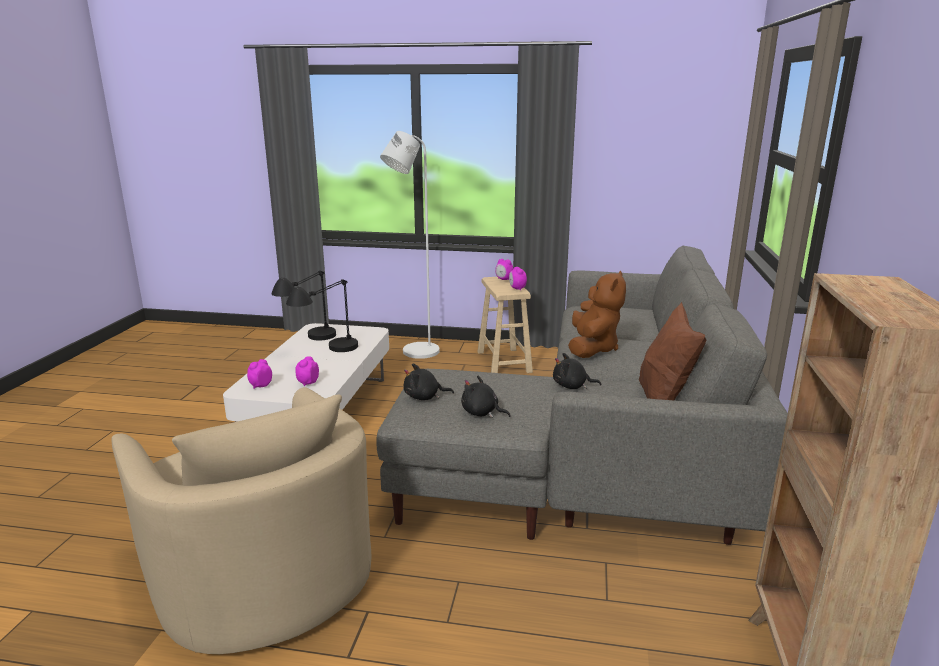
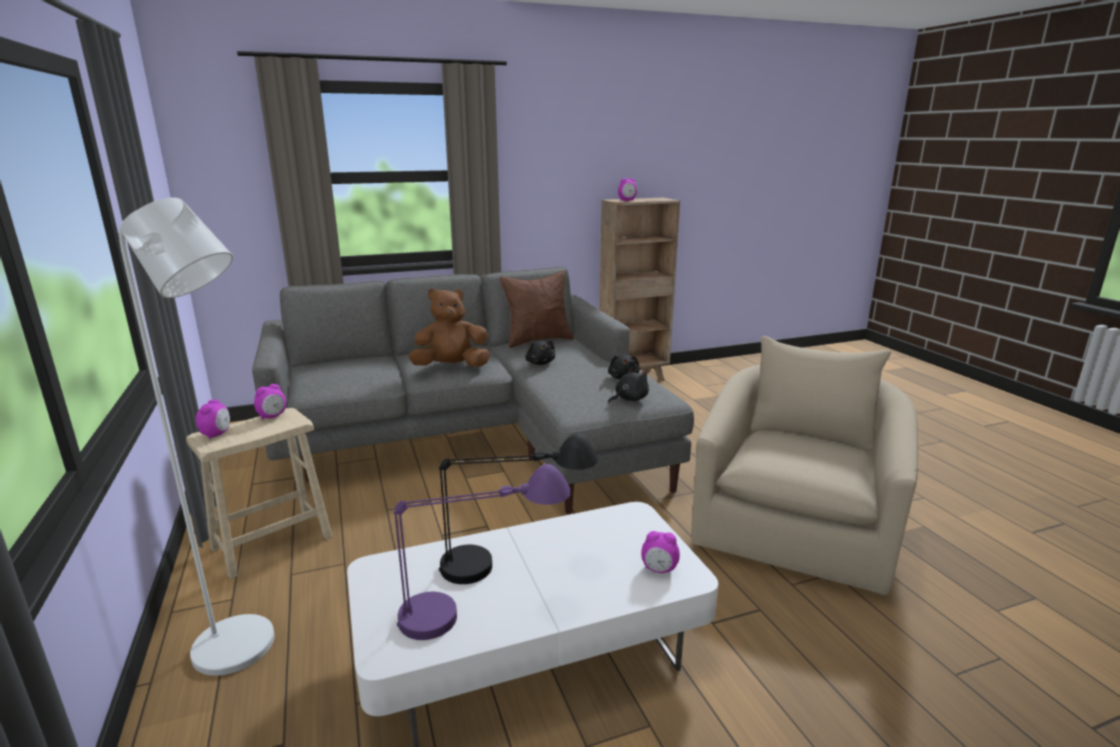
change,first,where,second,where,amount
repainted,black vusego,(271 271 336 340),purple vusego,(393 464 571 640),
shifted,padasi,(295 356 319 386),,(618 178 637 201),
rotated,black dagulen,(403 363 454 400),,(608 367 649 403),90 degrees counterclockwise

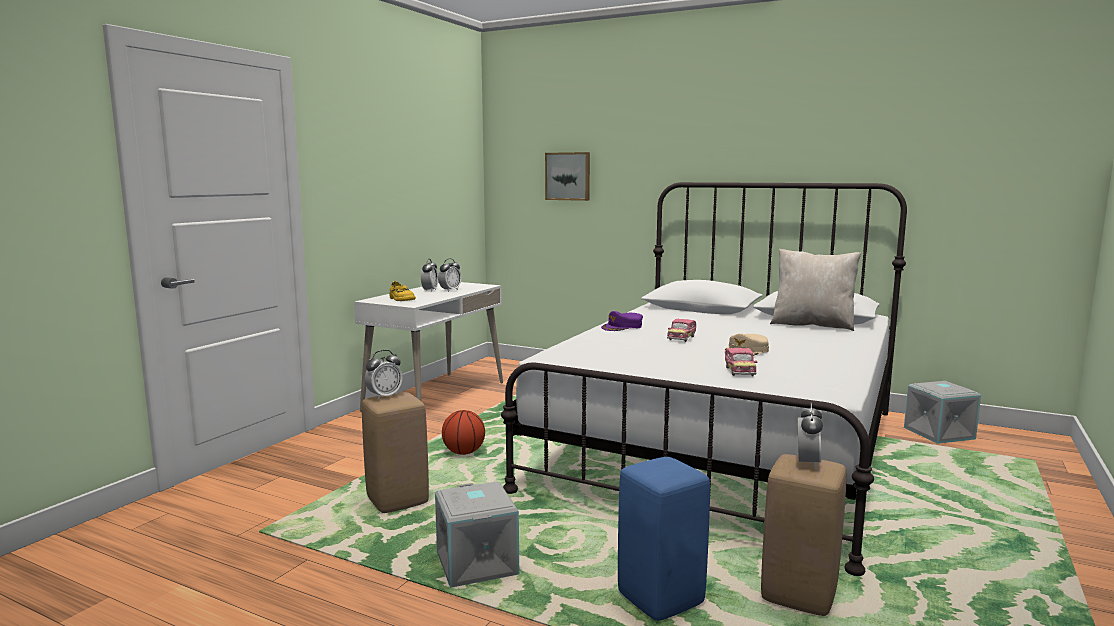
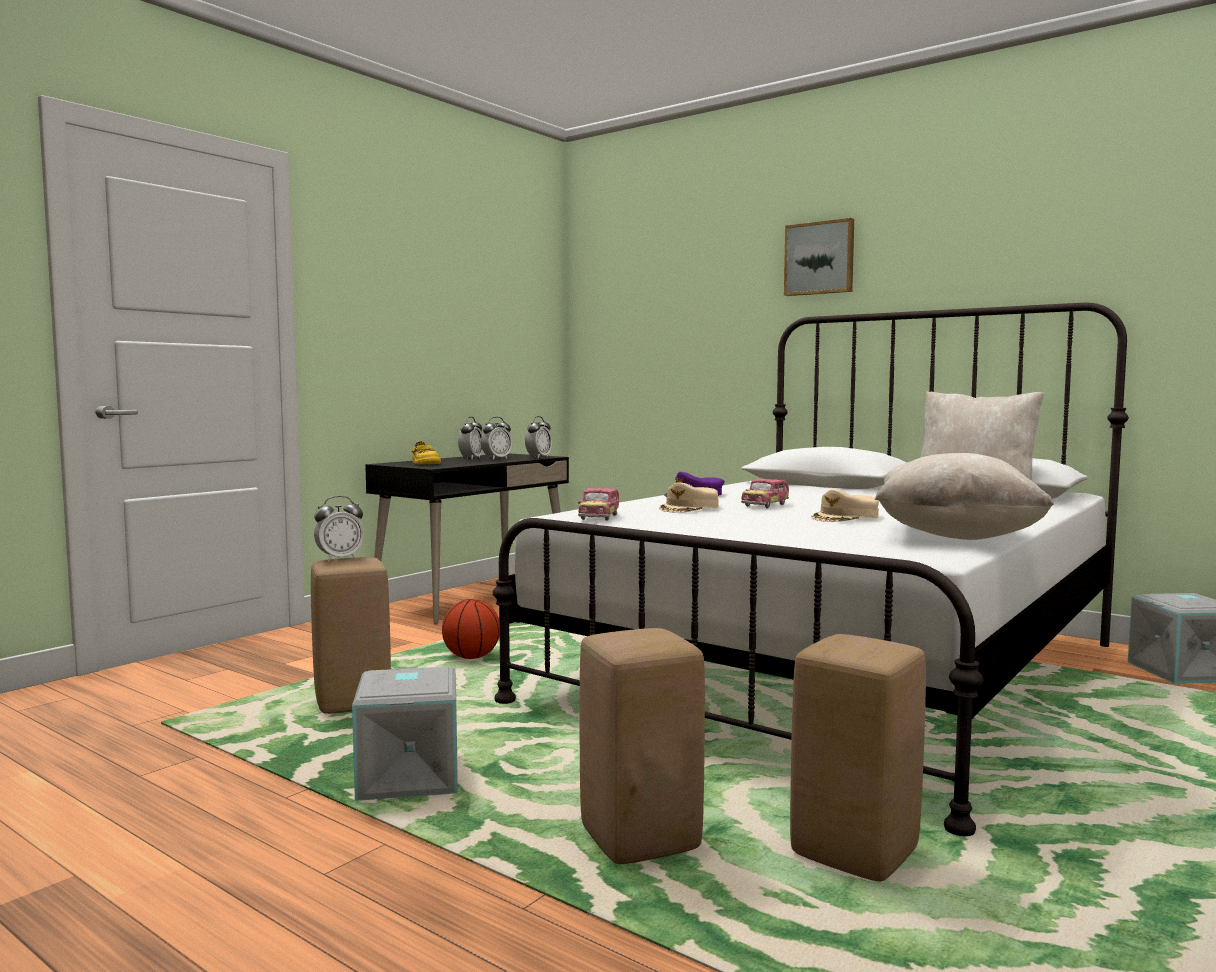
change,first,where,second,where,amount
shifted,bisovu,(545 152 590 201),,(784 218 854 296),
repainted,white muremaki,(354 282 503 412),black muremaki,(365 453 569 625),
shifted,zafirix,(725 348 757 376),,(578 488 619 521),
shifted,padasi,(798 402 823 469),,(525 416 552 459),
repainted,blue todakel,(618 457 710 621),beige todakel,(580 628 705 864),
new,,,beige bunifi,(874 453 1054 540),
new,,,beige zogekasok,(659 482 719 512),

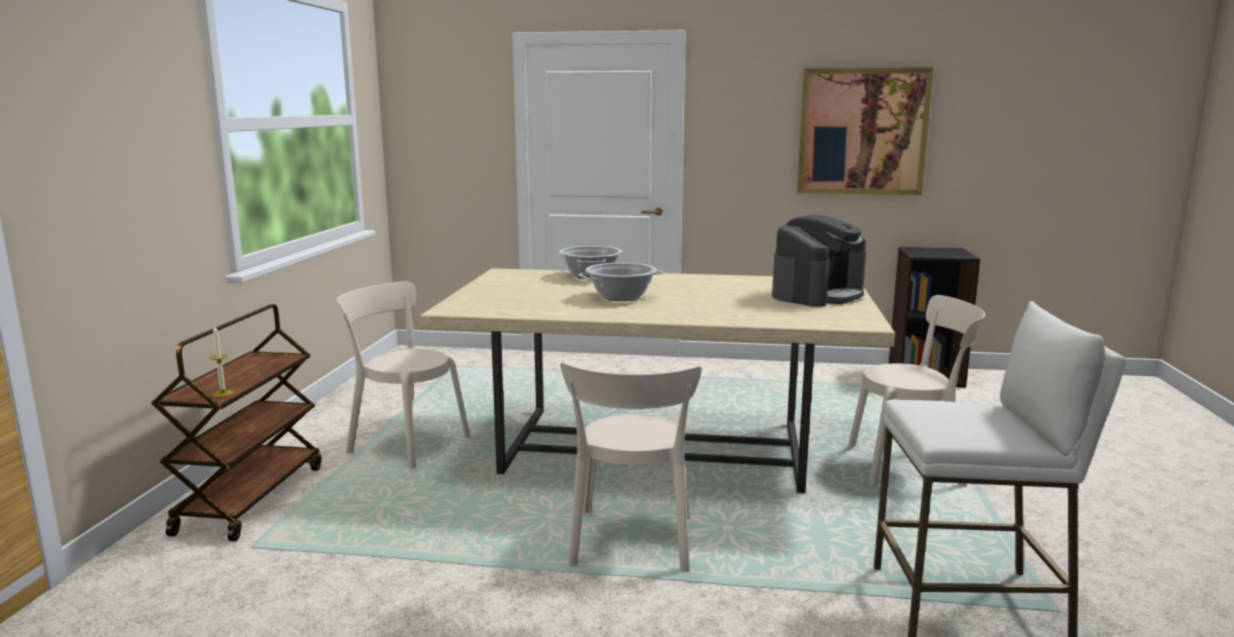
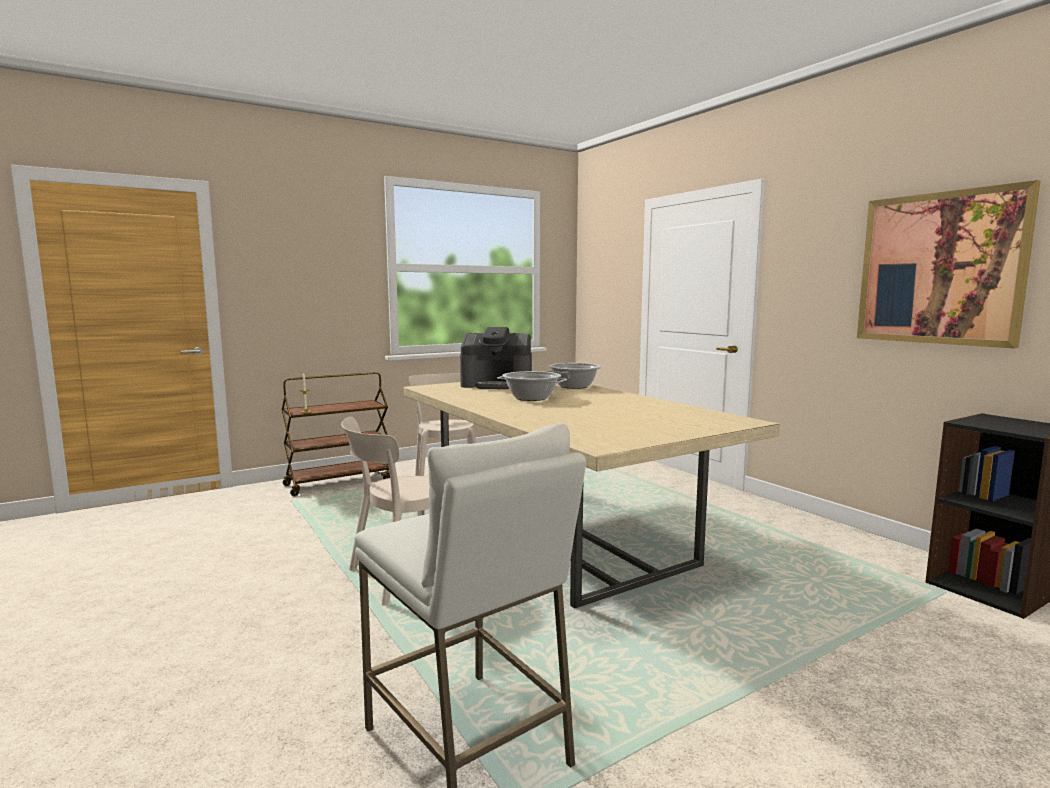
change,first,where,second,where,amount
shifted,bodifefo,(772 215 866 307),,(460 327 532 389),
gone,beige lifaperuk,(848 295 985 487),,,

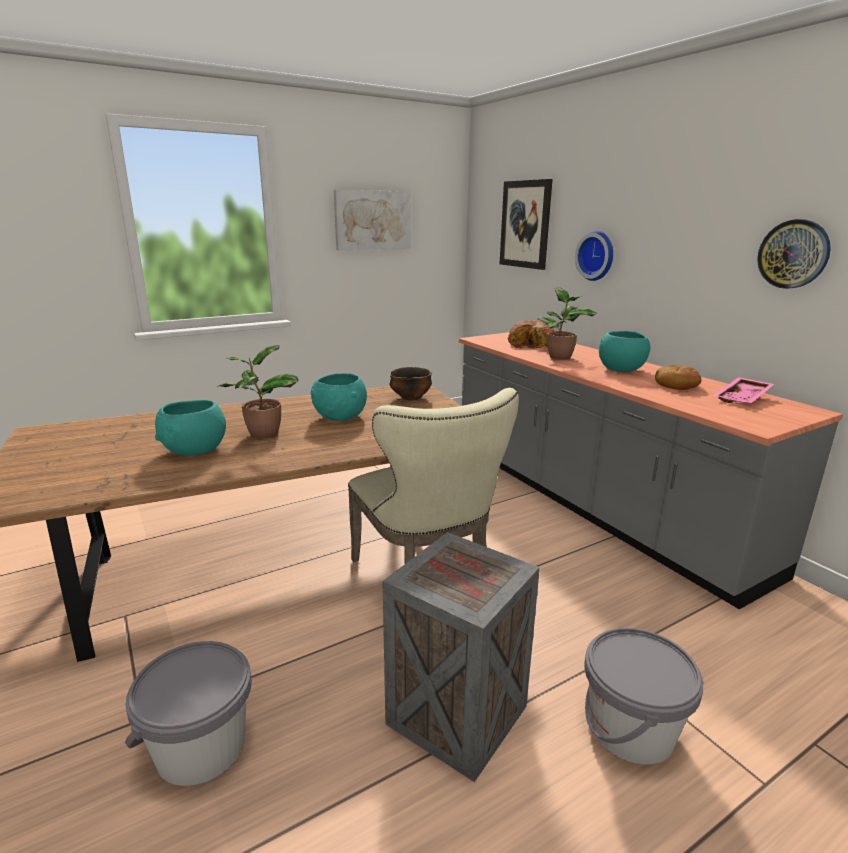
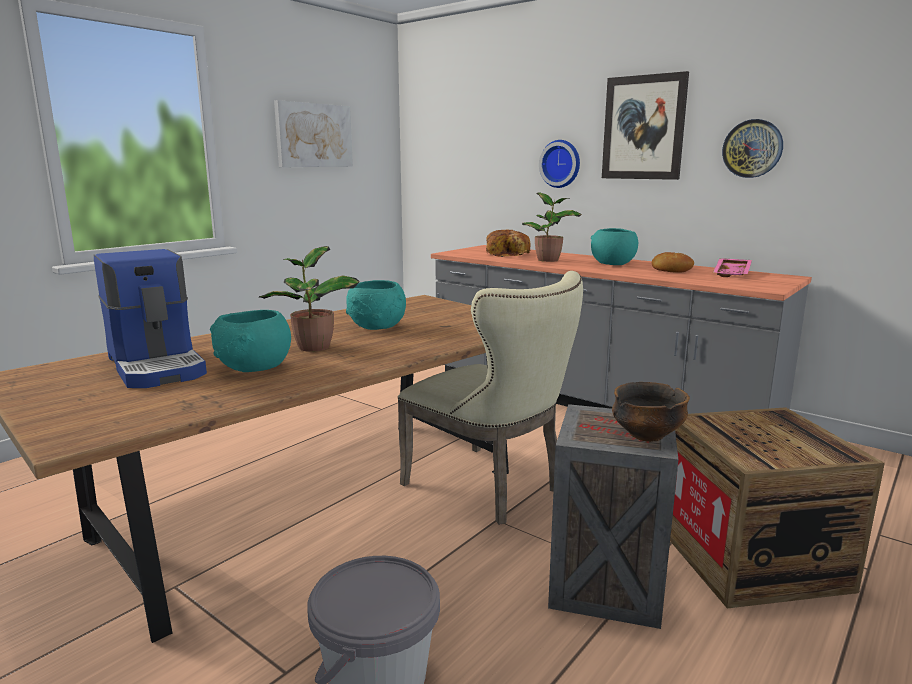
change,first,where,second,where,amount
shifted,bisovu,(499 179 553 270),,(602 71 689 180),
shifted,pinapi,(390 367 432 401),,(612 382 690 442),
swapped,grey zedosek,(584 628 704 765),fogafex,(670 407 885 608),
new,,,bodifefo,(94 249 207 388),

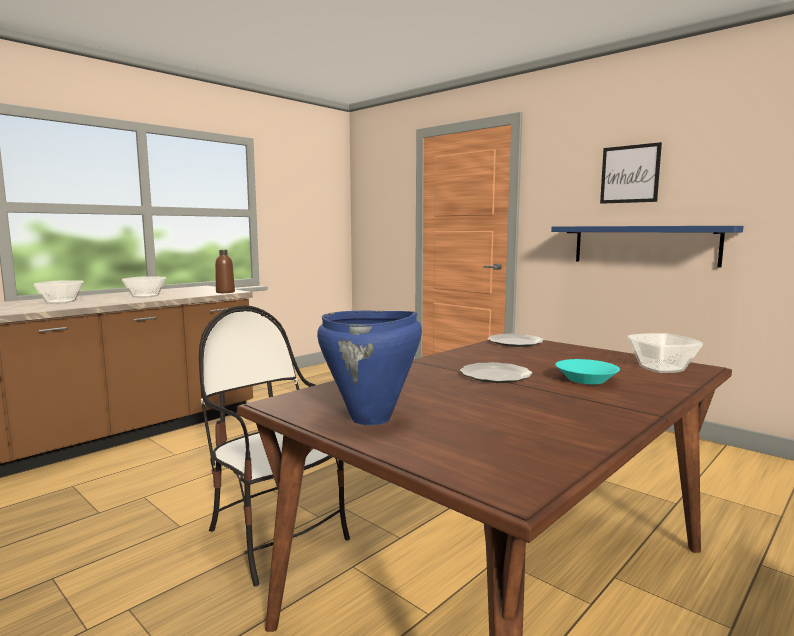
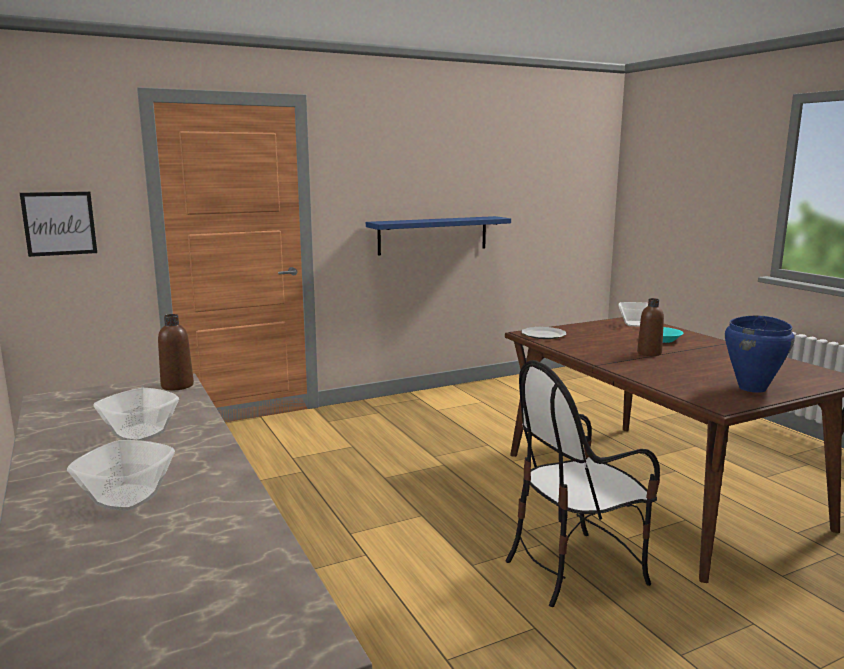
change,first,where,second,where,amount
shifted,bisovu,(600 142 662 204),,(20 192 97 257),
swapped,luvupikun,(460 362 532 383),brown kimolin,(637 298 664 356),

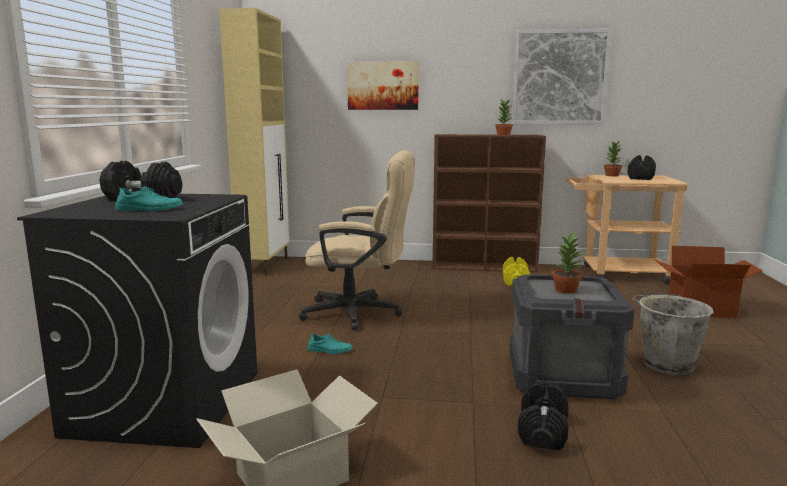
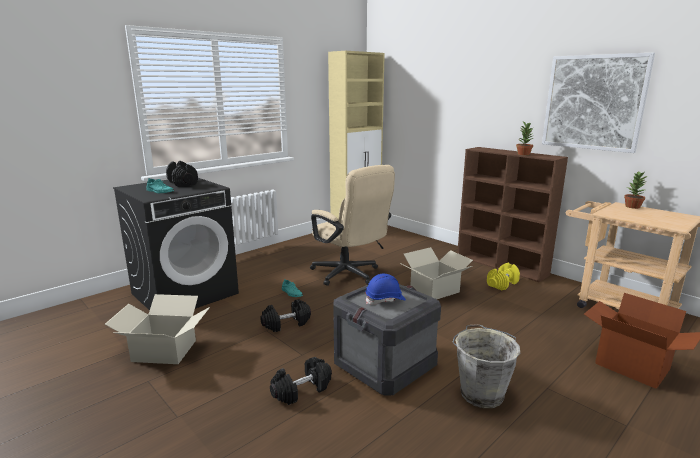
change,first,where,second,where,amount
gone,bisovu,(347 61 419 110),,,
shifted,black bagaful,(628 155 656 180),,(260 299 311 332),
swapped,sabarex,(552 232 584 294),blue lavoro,(365 274 406 305),
new,,,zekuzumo,(400 247 473 299),

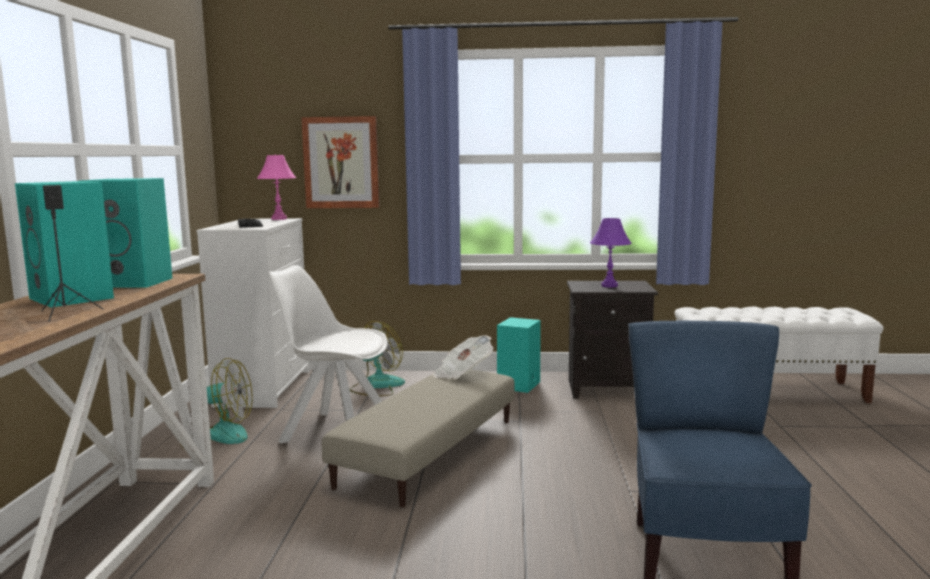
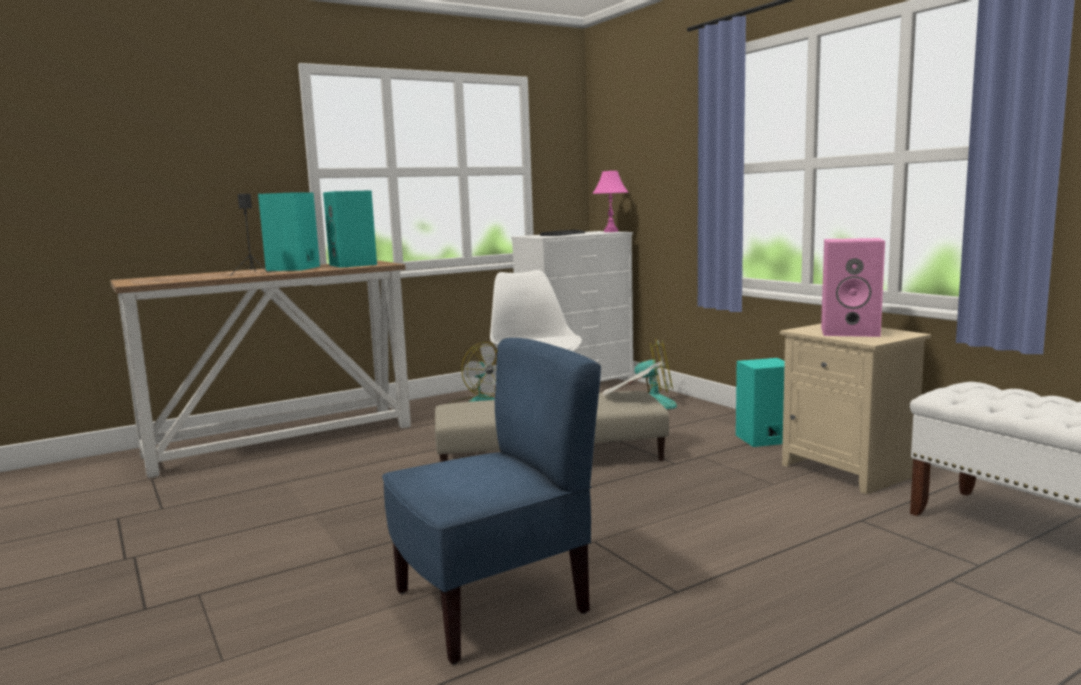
change,first,where,second,where,amount
gone,bisovu,(301 116 380 208),,,
swapped,purple vusego,(590 218 632 288),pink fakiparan,(821 238 885 337),
repainted,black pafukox,(567 281 658 398),beige pafukox,(780 324 931 495),

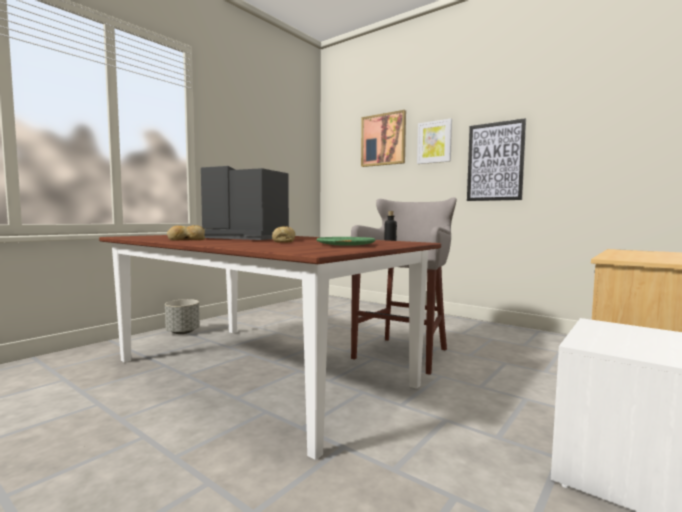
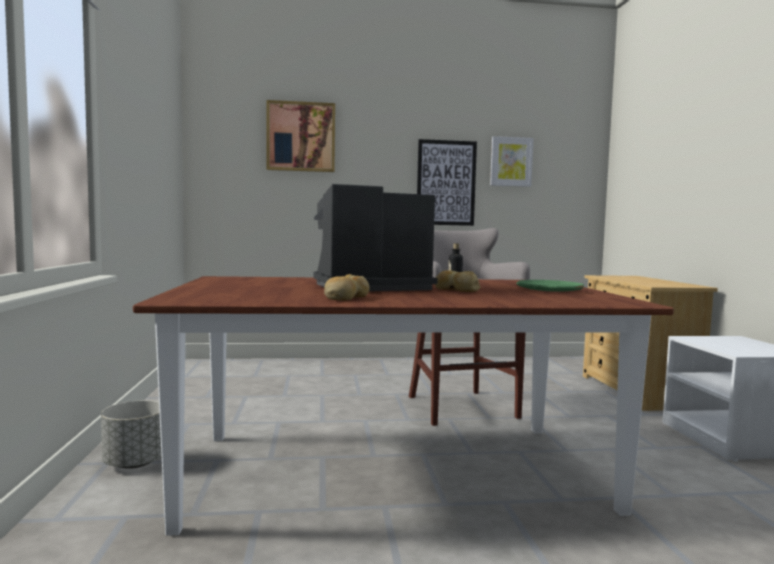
change,first,where,second,where,amount
shifted,bisovu,(417 119 452 164),,(490 136 534 187),

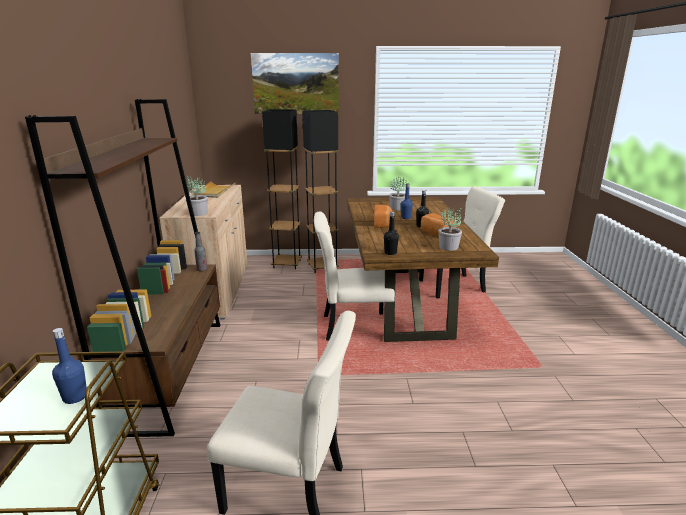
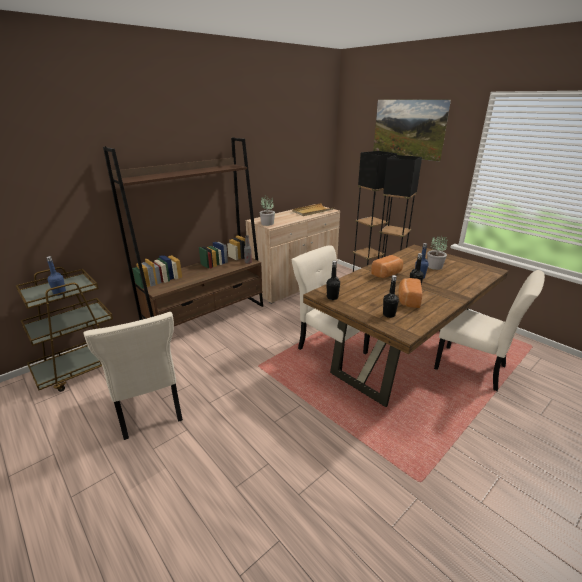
change,first,where,second,where,amount
swapped,sabarex,(439 207 462 251),black kimolin,(383 275 399 318),

